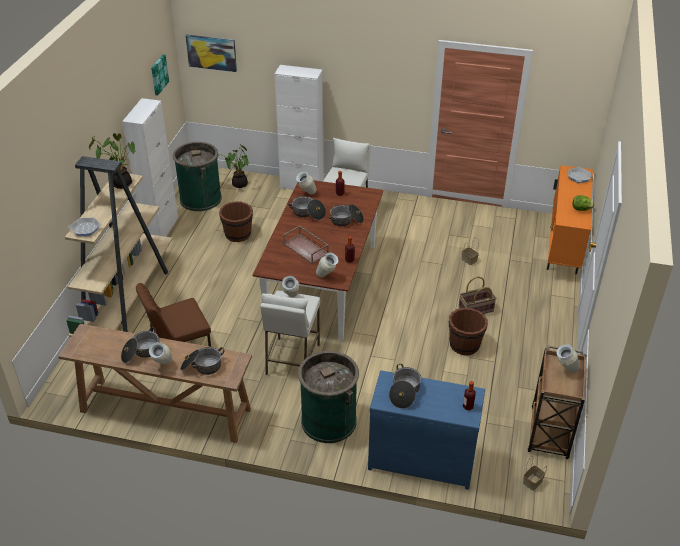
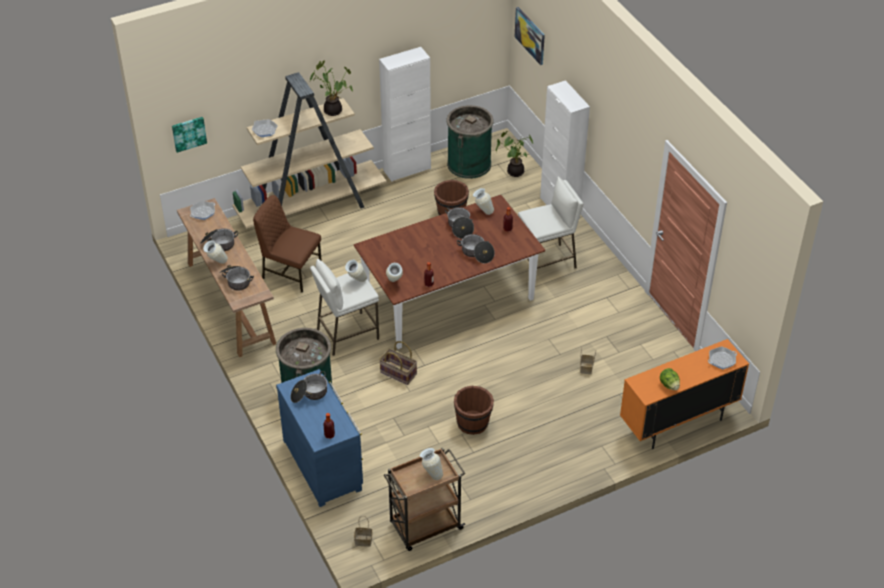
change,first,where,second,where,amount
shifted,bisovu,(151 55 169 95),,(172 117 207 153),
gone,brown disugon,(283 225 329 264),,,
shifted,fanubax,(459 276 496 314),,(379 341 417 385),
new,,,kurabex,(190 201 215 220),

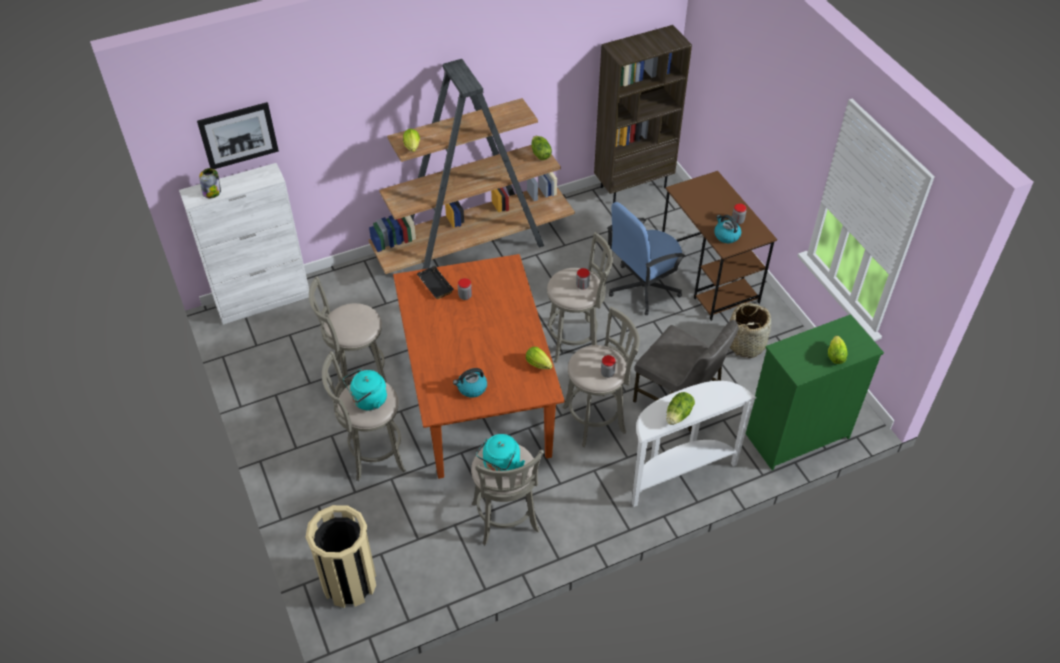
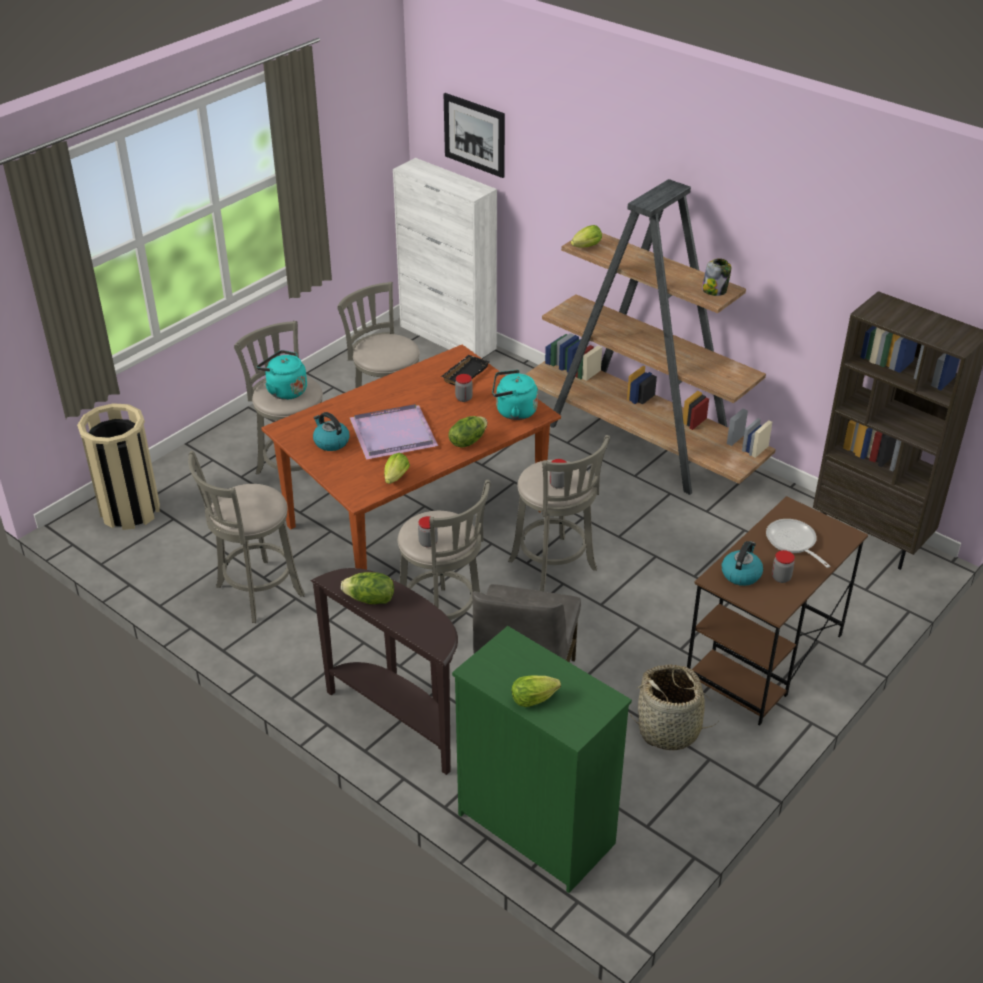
change,first,where,second,where,amount
shifted,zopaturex,(531 136 552 160),,(448 416 487 448),
shifted,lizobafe,(199 168 221 198),,(702 258 732 296),
gone,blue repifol,(607 202 686 315),,,
repainted,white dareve,(632 381 757 507),brown dareve,(311 568 458 775),
shifted,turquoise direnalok,(476 434 525 471),,(492 370 538 420),
new,,,purple disugon,(350 404 438 460),
new,,,kurabex,(766 519 830 568),

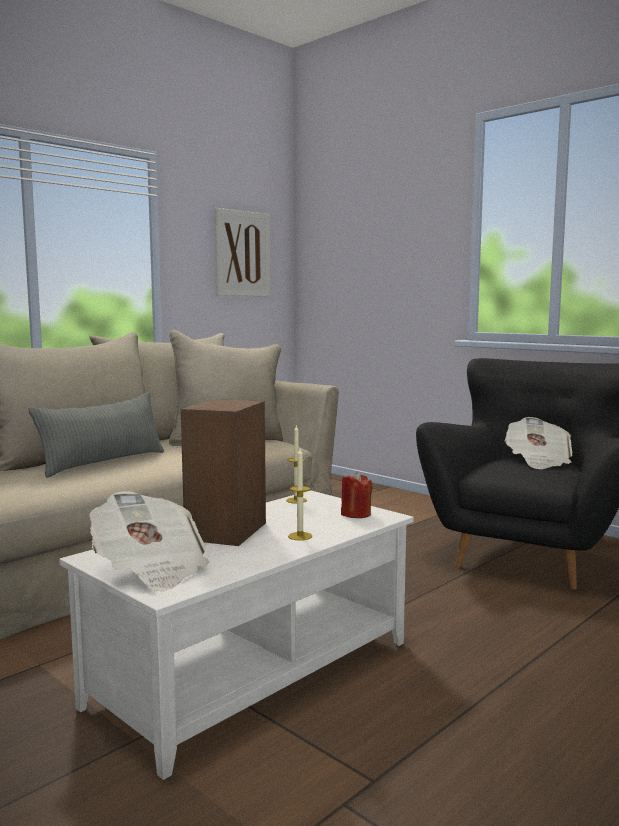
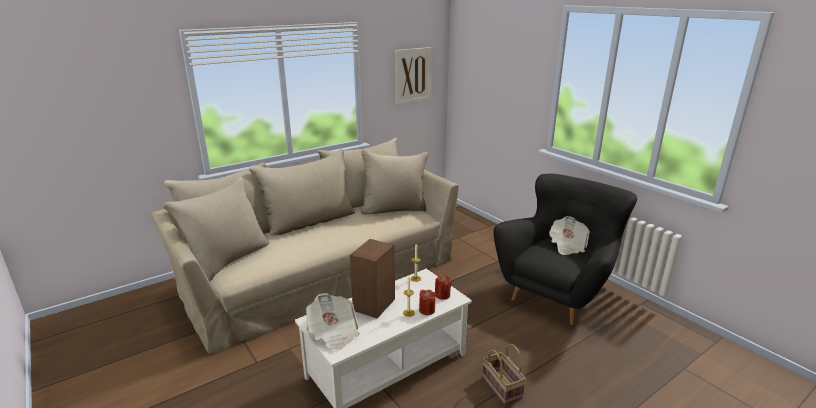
change,first,where,second,where,amount
gone,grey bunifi,(28 392 164 478),,,
new,,,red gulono,(419 290 435 315),
new,,,fanubax,(482 344 526 404),

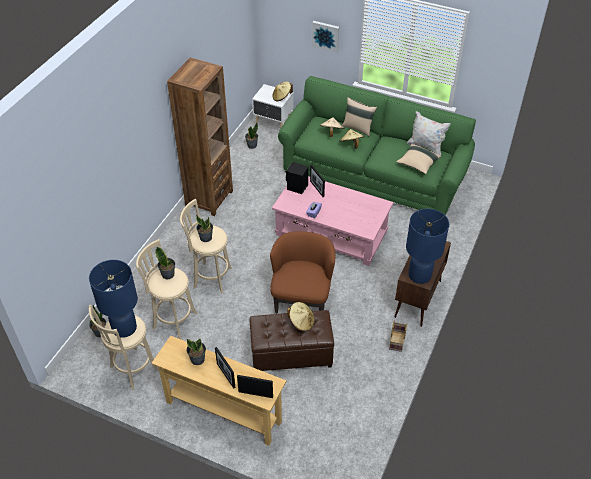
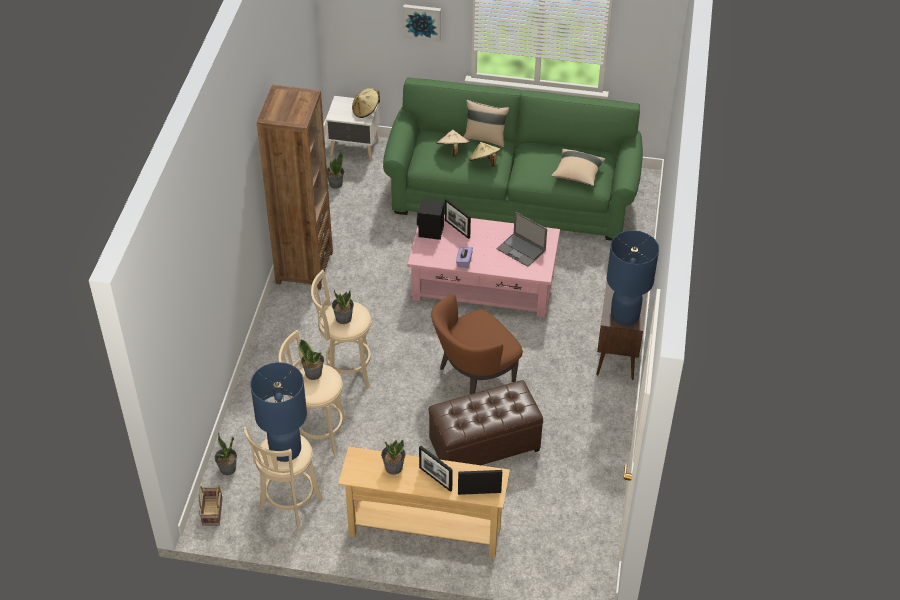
change,first,where,second,where,amount
gone,white bunifi,(407 111 451 155),,,
rotated,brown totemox,(270 231 335 314),,(431 294 523 395),120 degrees counterclockwise
gone,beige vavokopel,(287 302 315 332),,,
shifted,fanubax,(389 321 407 352),,(199 486 223 526),
new,,,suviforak,(497 211 547 267),

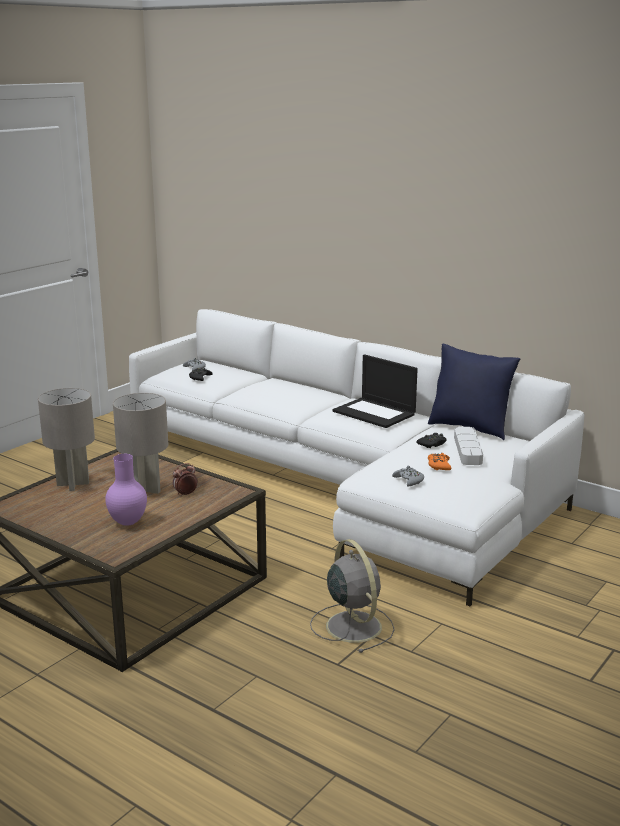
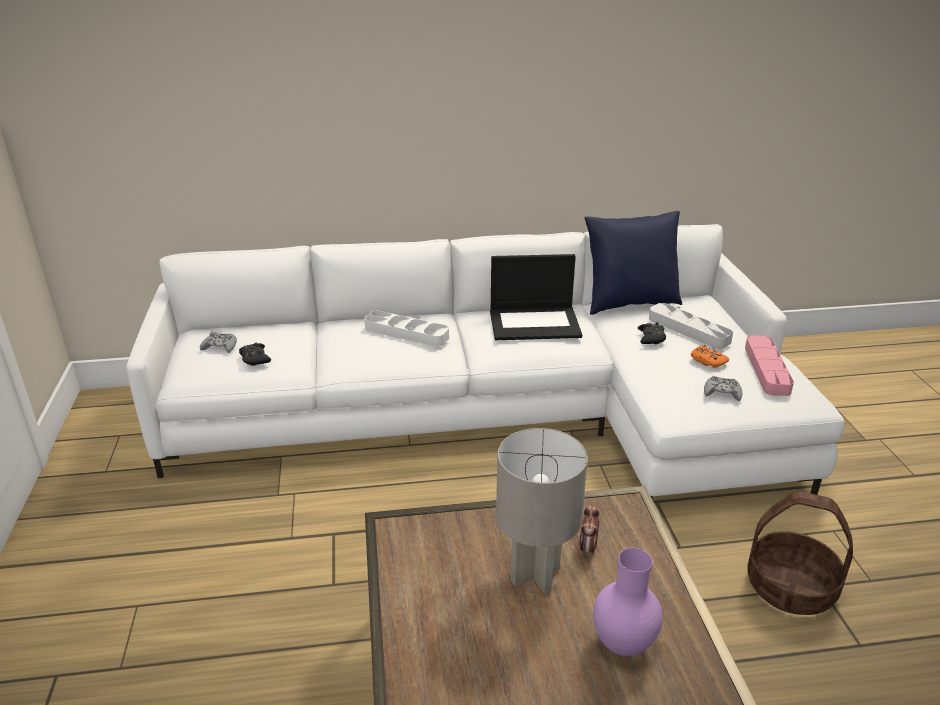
change,first,where,second,where,amount
gone,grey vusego,(38 388 95 491),,,
swapped,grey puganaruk,(310 539 395 653),fanubax,(747 492 853 615),
new,,,white disugon,(364 311 449 347),
new,,,pink disugon,(745 335 794 396),

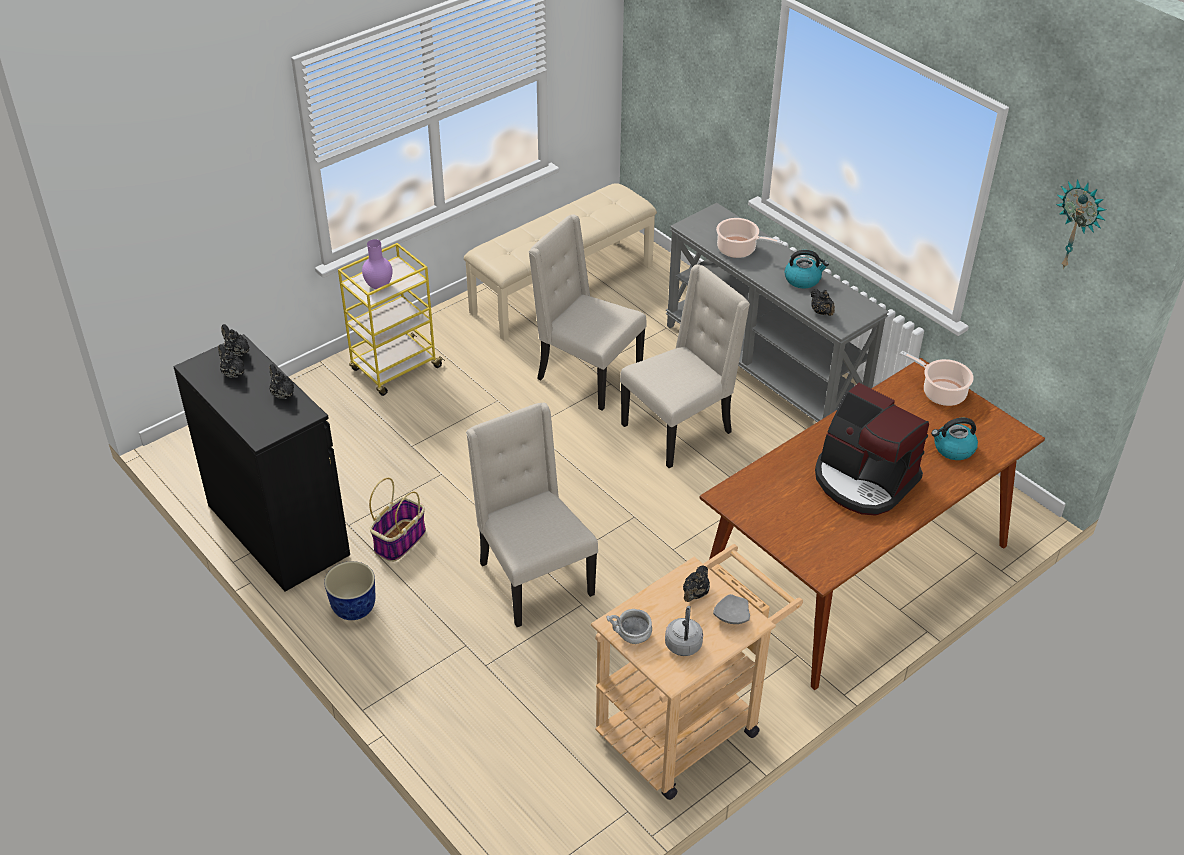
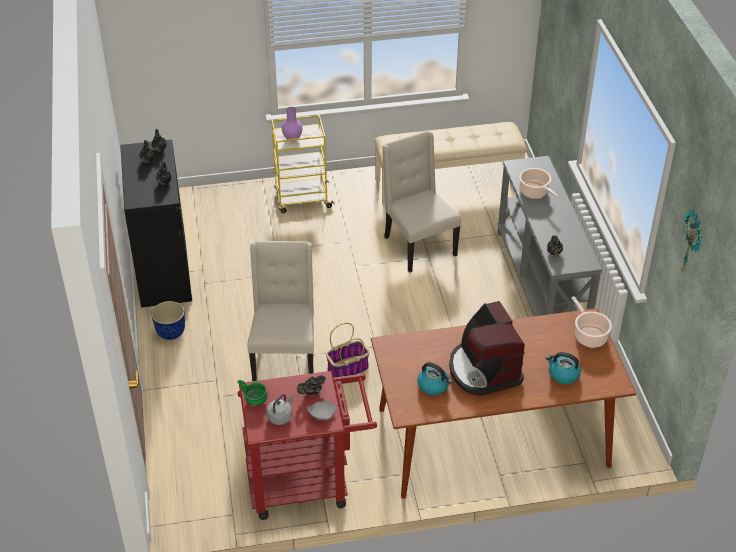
change,first,where,second,where,amount
shifted,direnalok,(784 250 829 288),,(417 362 452 395),
gone,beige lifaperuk,(620 264 750 468),,,
shifted,fanubax,(369 478 426 562),,(326 323 370 378),
repainted,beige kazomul,(591 544 803 800),red kazomul,(238 371 377 520),
repainted,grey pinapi,(606 609 652 644),green pinapi,(237 380 268 405),

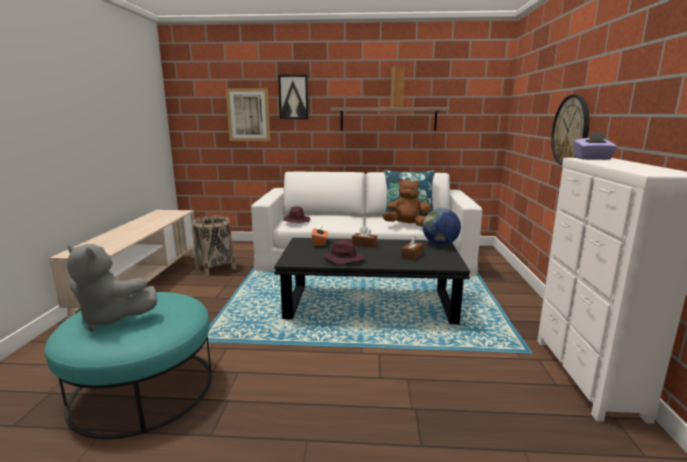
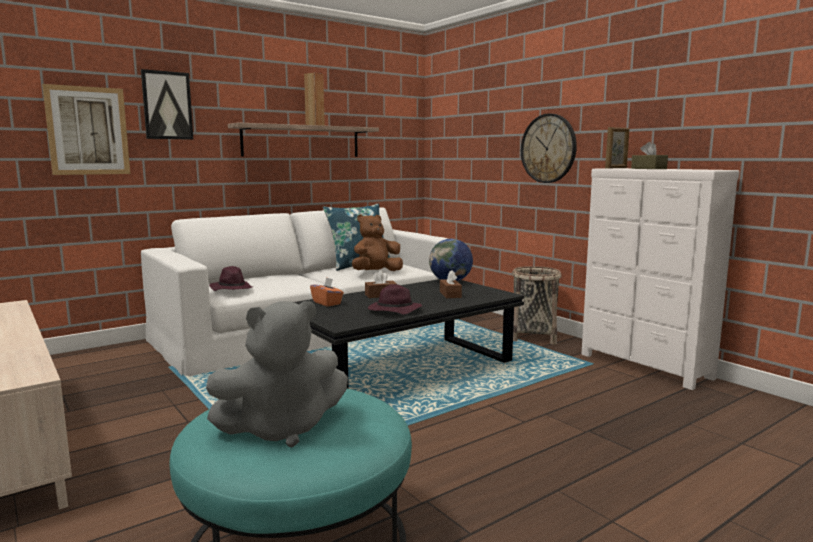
change,first,where,second,where,amount
swapped,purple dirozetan,(574 132 617 160),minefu,(605 127 629 169),
shifted,fanubax,(192 215 236 276),,(512 266 562 345),
new,,,brown dirozetan,(631 142 668 169),

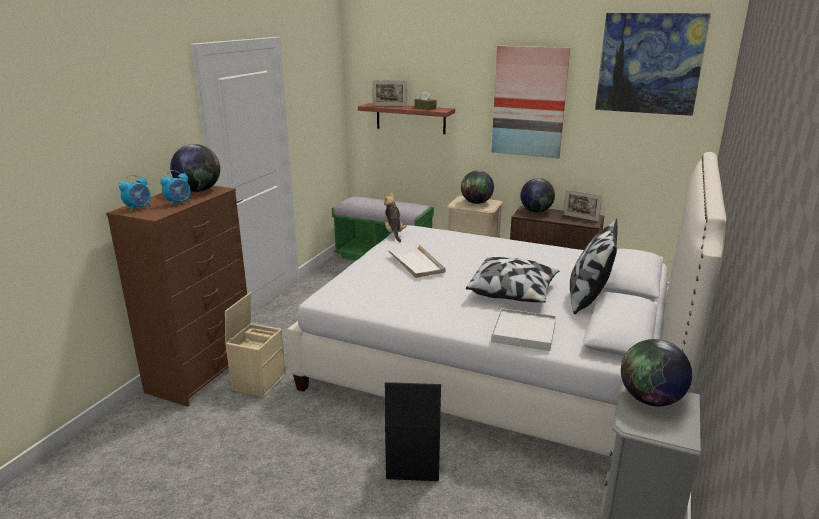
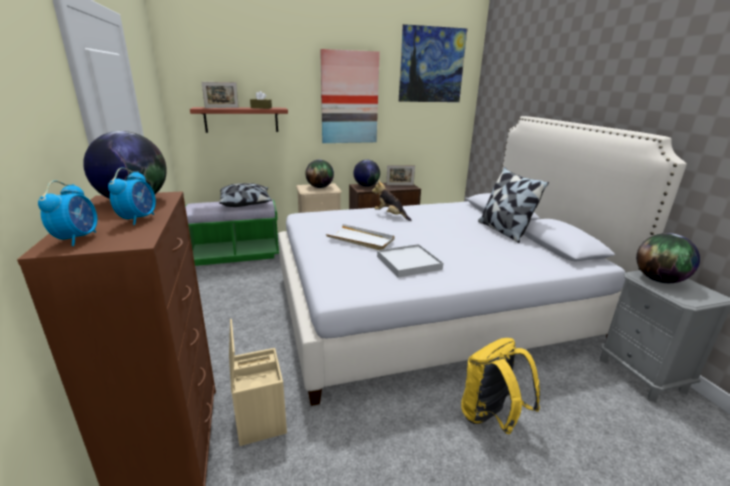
change,first,where,second,where,amount
shifted,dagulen,(384 193 407 242),,(372 180 412 221),
shifted,bunifi,(466 257 559 303),,(219 183 272 207),
shifted,white disugon,(491 308 556 351),,(377 244 443 278),
swapped,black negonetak,(385 382 441 481),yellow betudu,(461 338 540 434),

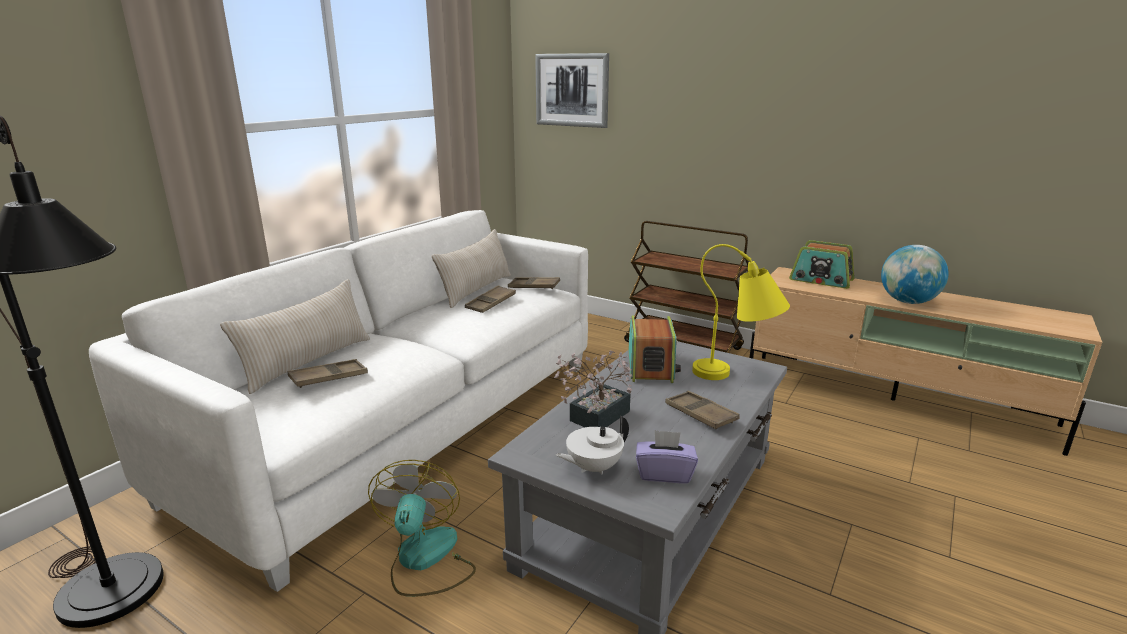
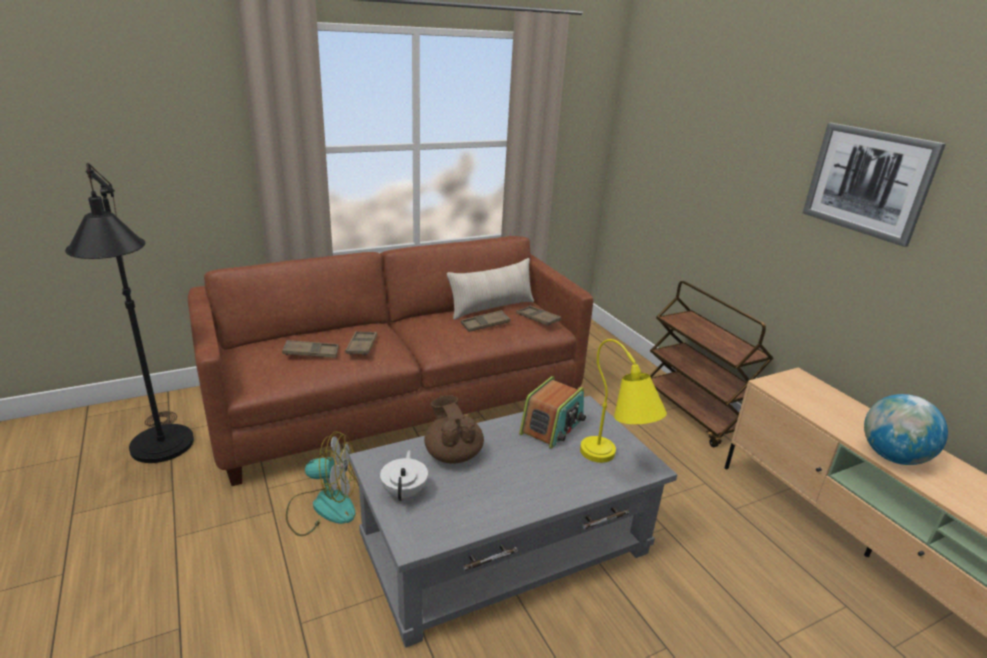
change,first,where,second,where,amount
shifted,bisovu,(535 53 609 128),,(803 123 946 247),
repainted,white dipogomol,(89 210 588 592),brown dipogomol,(188 236 593 486),
gone,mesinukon,(789 240 854 289),,,
gone,beige bunifi,(220 279 370 394),,,
swapped,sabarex,(554 351 632 427),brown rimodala,(424 395 484 464),
shifted,brown disugon,(665 391 740 429),,(345 331 377 356),
rotated,white rimodala,(556 415 629 474),,(380 450 428 501),90 degrees clockwise
gone,purple dirozetan,(636 430 698 483),,,
rotated,puganaruk,(368 460 476 597),,(286 431 356 536),60 degrees clockwise

